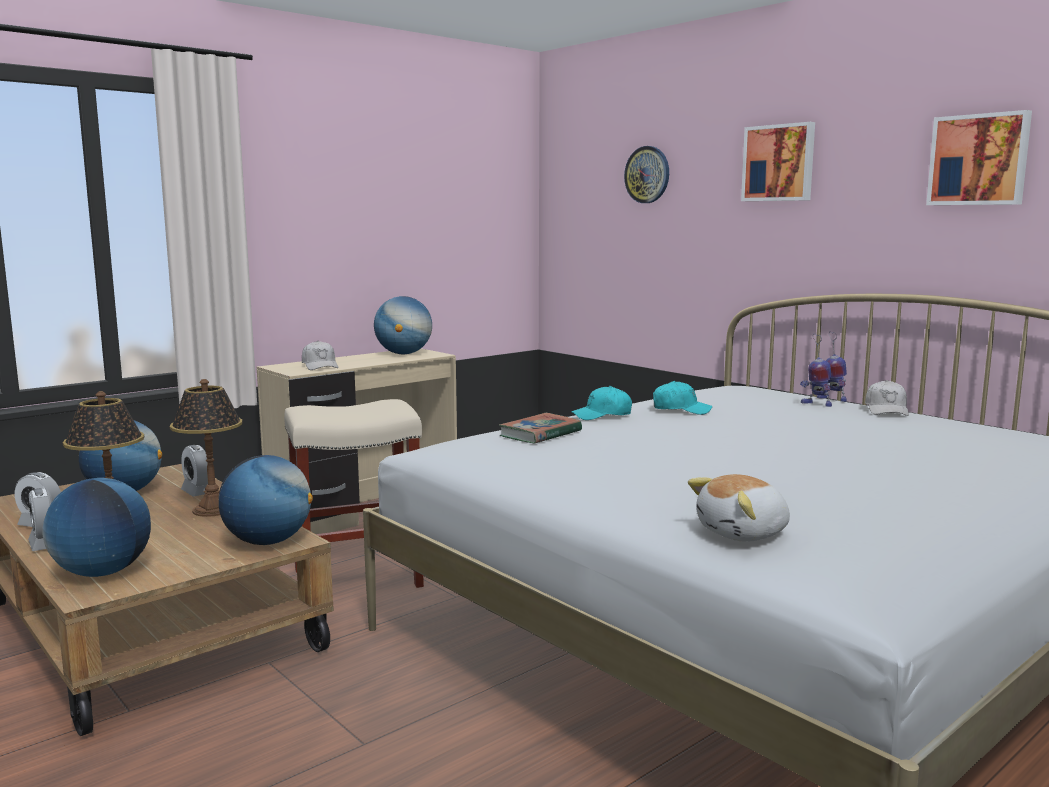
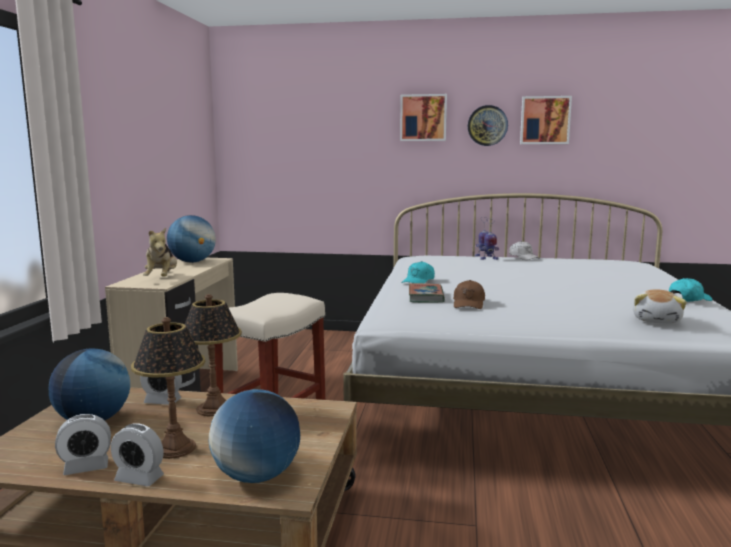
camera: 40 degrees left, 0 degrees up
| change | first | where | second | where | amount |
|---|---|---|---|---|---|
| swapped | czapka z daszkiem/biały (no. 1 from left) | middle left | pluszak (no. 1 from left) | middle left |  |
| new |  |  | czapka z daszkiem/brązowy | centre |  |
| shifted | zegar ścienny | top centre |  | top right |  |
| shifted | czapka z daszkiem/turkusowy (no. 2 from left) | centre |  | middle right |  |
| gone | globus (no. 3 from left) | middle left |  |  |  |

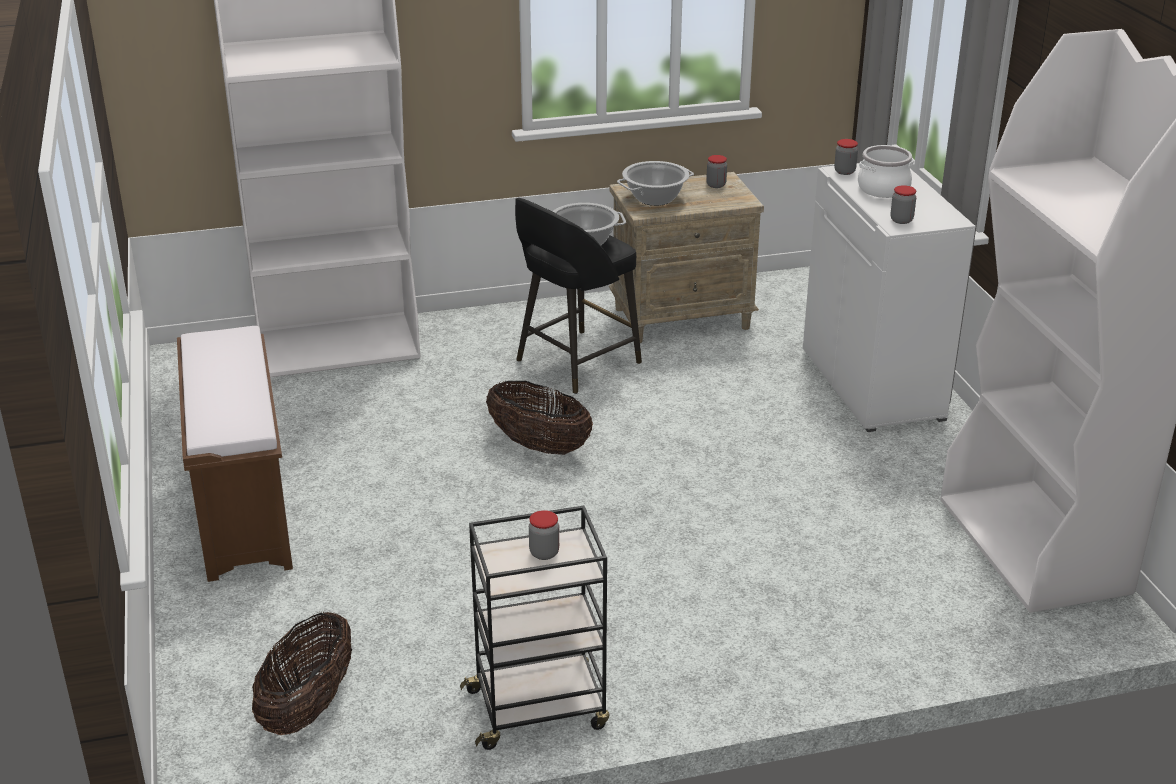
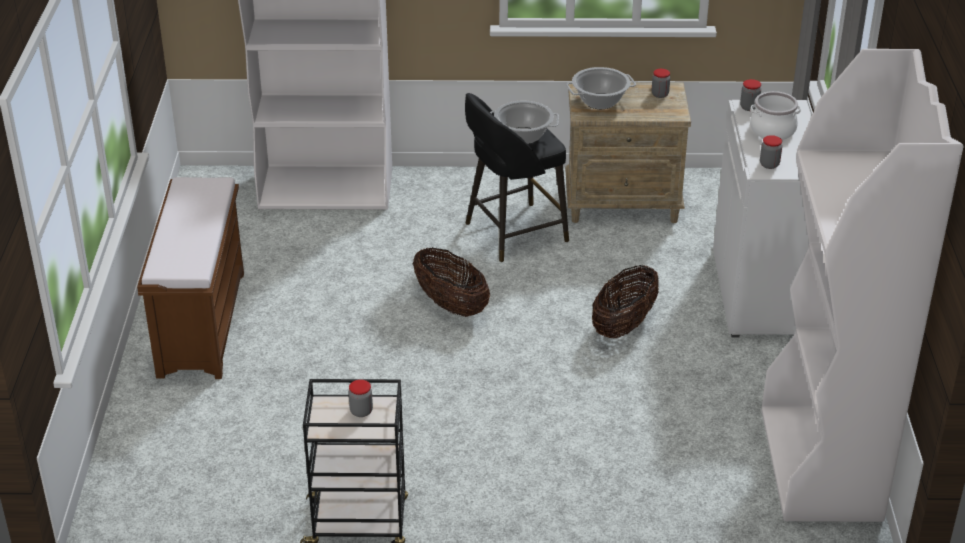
camera: 15 degrees right, 5 degrees up
| change | first | where | second | where | amount |
|---|---|---|---|---|---|
| shifted | koszyk (no. 1 from left in the first image) | bottom left | koszyk (no. 2 from left) | centre |  |

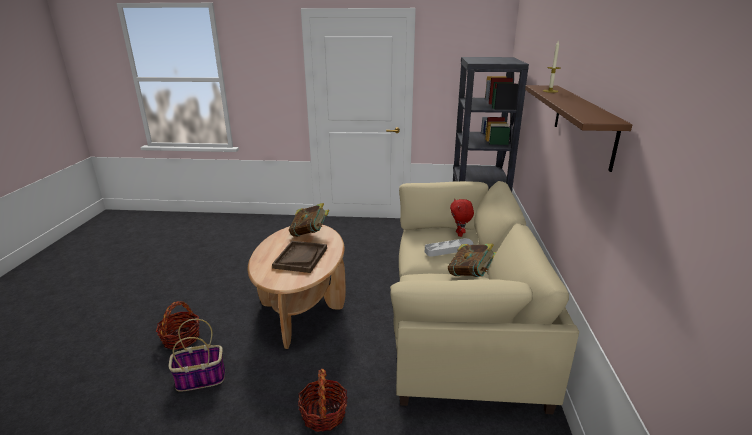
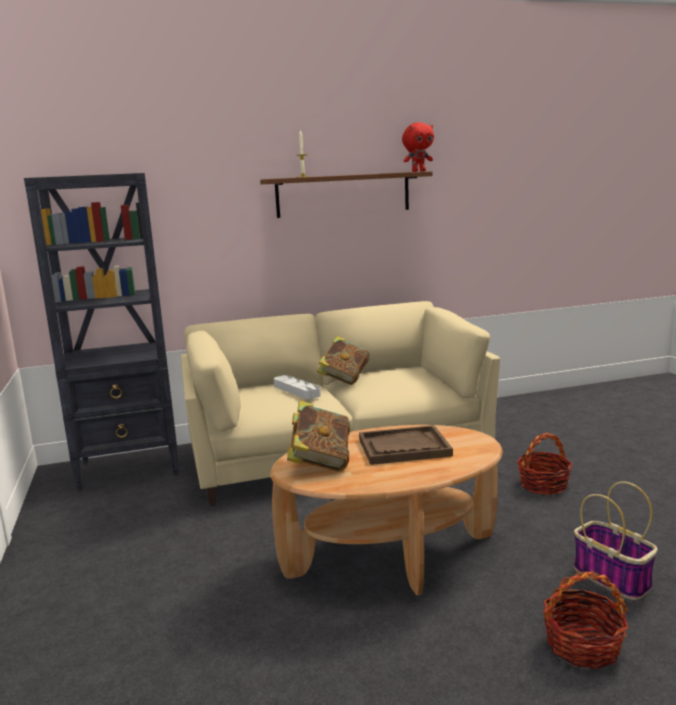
camera: 110 degrees left, 10 degrees down
| change | first | where | second | where | amount |
|---|---|---|---|---|---|
| shifted | pluszak/czerwony | centre |  | top centre |  |

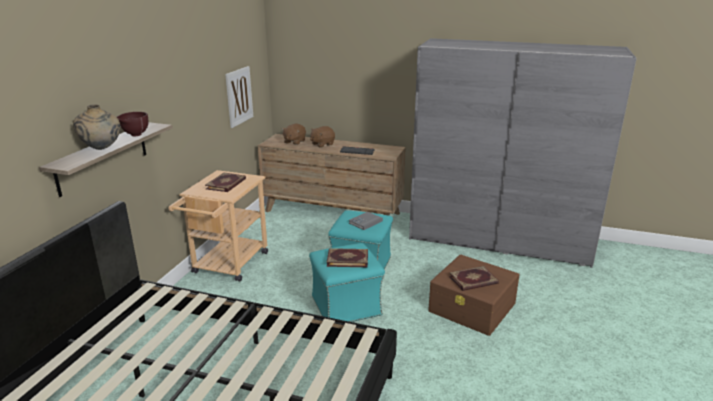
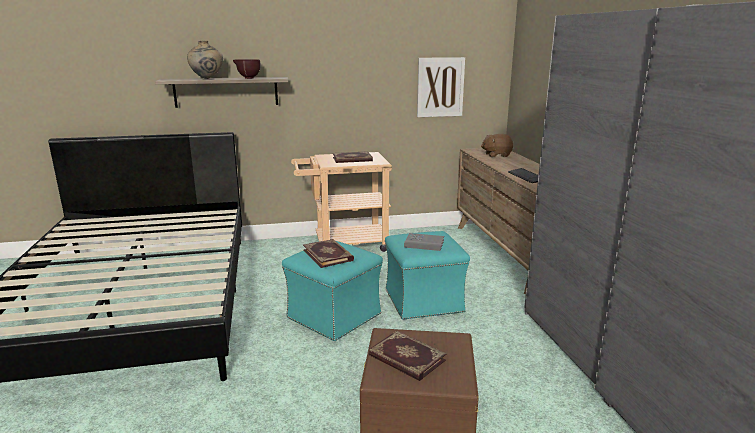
camera: 60 degrees right, 5 degrees down
| change | first | where | second | where | amount |
|---|---|---|---|---|---|
| gone | pluszak/brązowy (no. 2 from left) | centre |  |  |  |

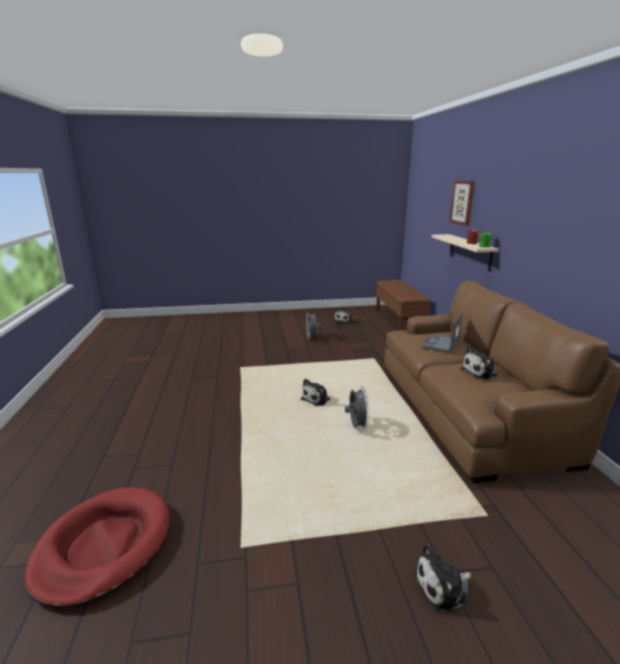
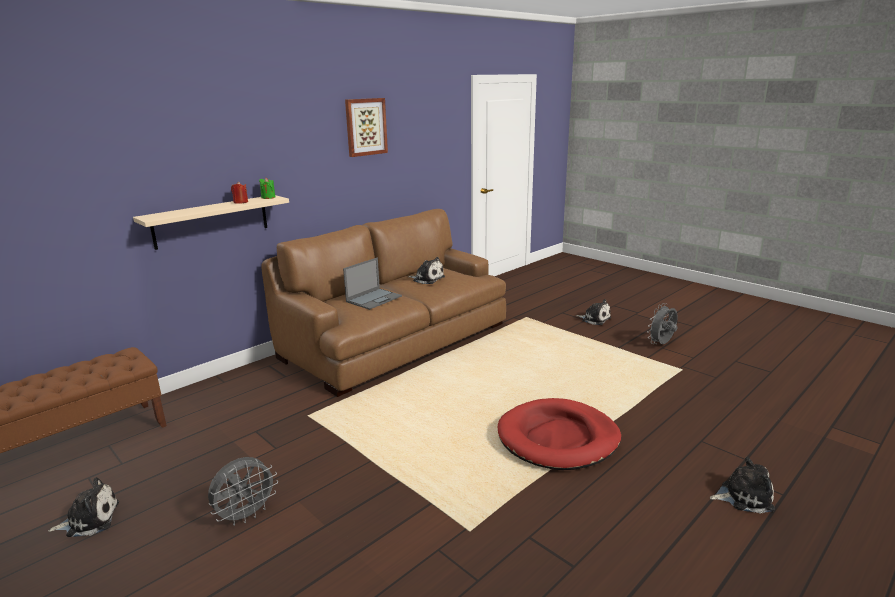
camera: 125 degrees left, 0 degrees up
| change | first | where | second | where | amount |
|---|---|---|---|---|---|
| rotated | laptop | middle right |  | centre | 45 degrees counterclockwise |
| shifted | obraz | top right |  | top centre |  |
| shifted | legowisko/czerwony | bottom left |  | bottom centre |  |
| shifted | wentylator/szary (no. 2 from left) | centre |  | middle right |  |
| shifted | pluszak (no. 1 from left in the first image) | centre | pluszak (no. 4 from left) | bottom right |  |

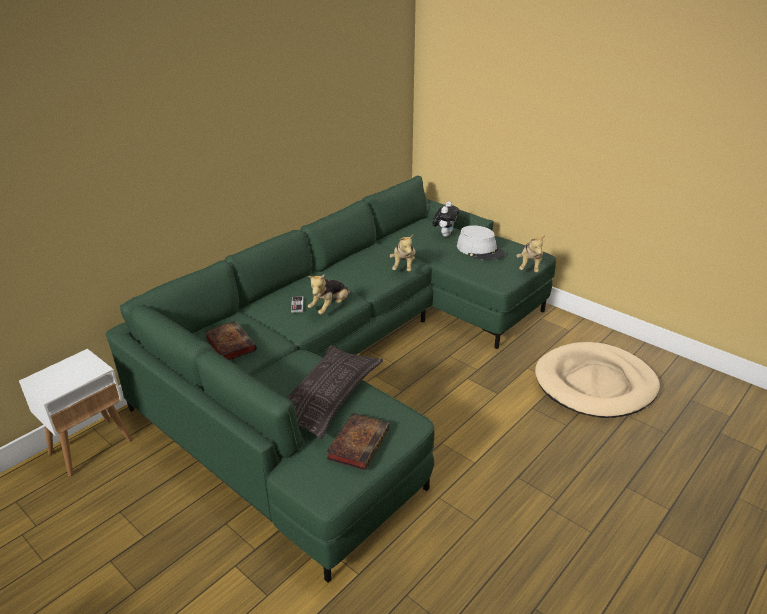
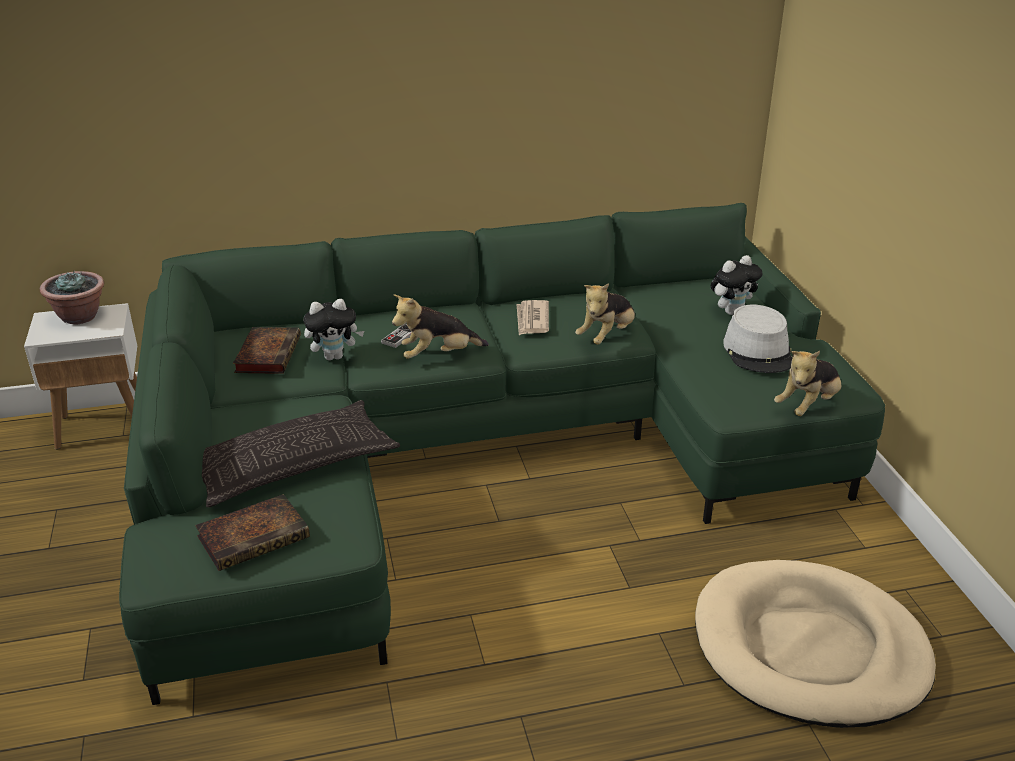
camera: 35 degrees right, 0 degrees up
| change | first | where | second | where | amount |
|---|---|---|---|---|---|
| new |  |  | roślina doniczkowa | middle left |  |
| new |  |  | pluszak (no. 1 from left) | middle left |  |
| new |  |  | gazeta | centre |  |

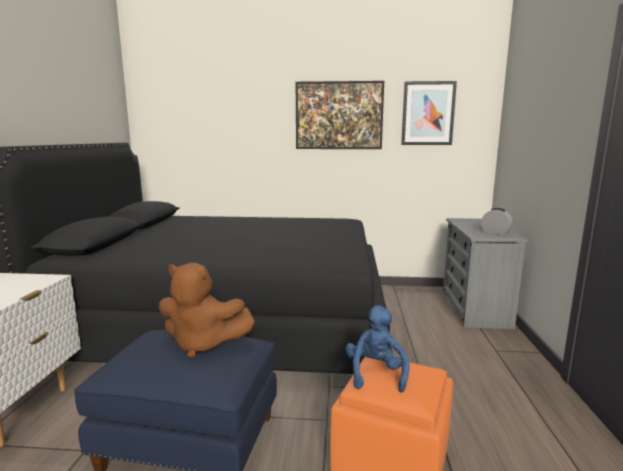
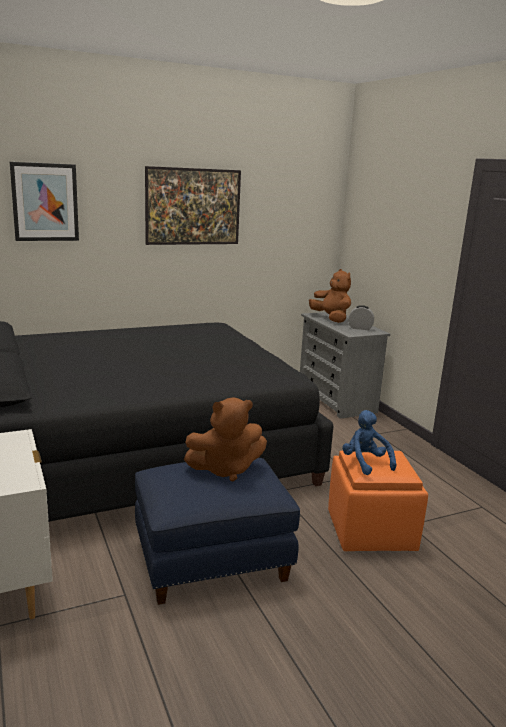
camera: 30 degrees left, 5 degrees up
| change | first | where | second | where | amount |
|---|---|---|---|---|---|
| shifted | obraz (no. 2 from left in the first image) | top right | obraz (no. 1 from left) | top left |  |
| new |  |  | pluszak/brązowy (no. 2 from left) | centre |  |

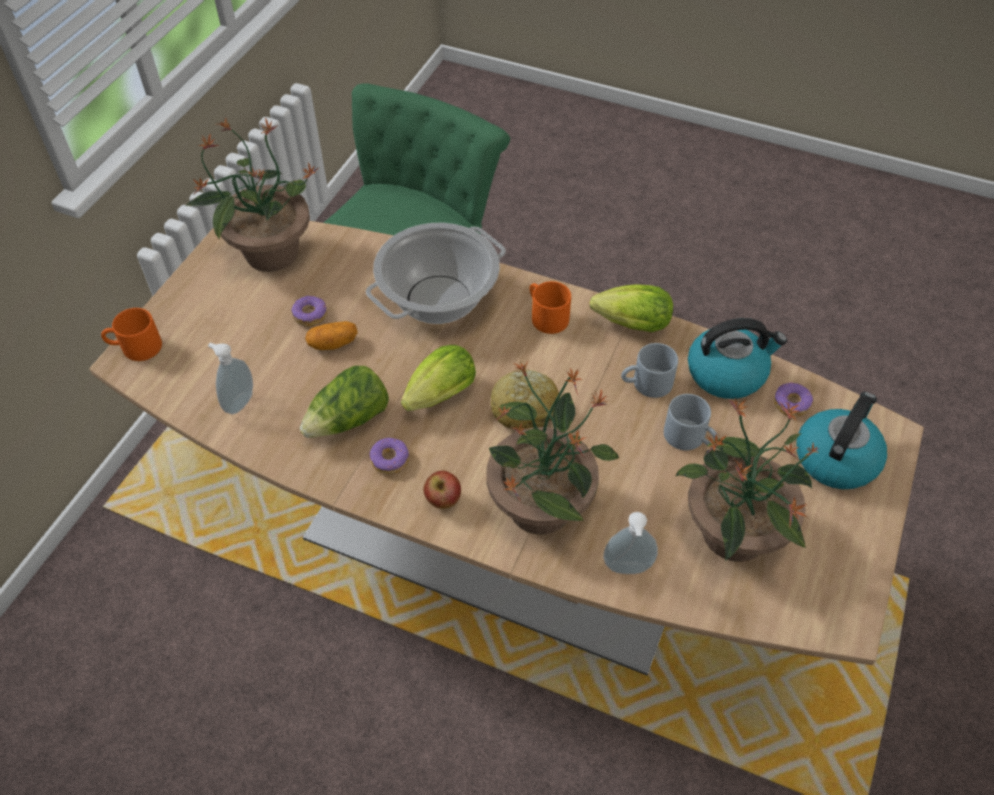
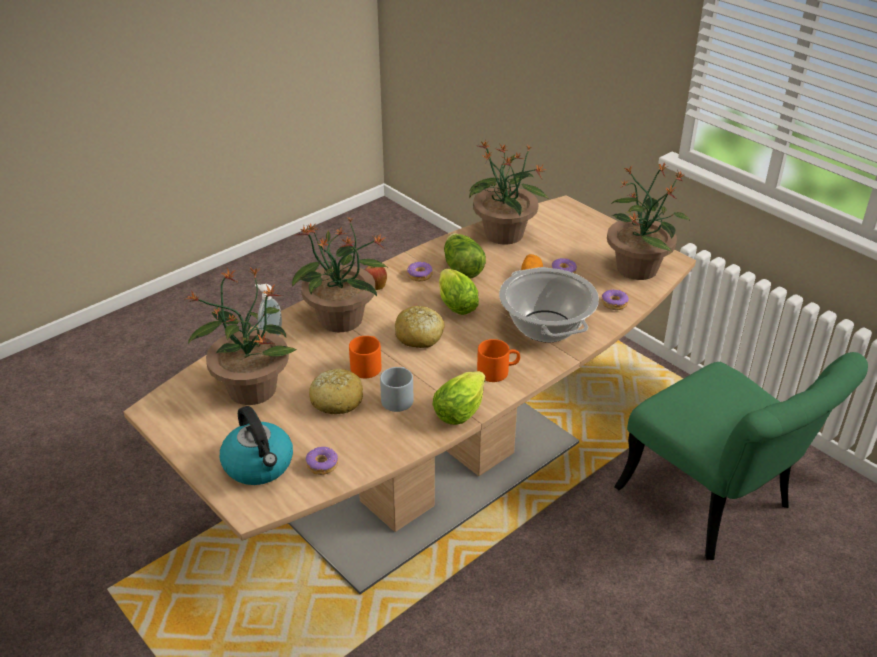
camera: 115 degrees right, 15 degrees down
| change | first | where | second | where | amount |
|---|---|---|---|---|---|
| swapped | kubek/szary (no. 2 from left) | middle right | chleb (no. 1 from left) | centre |  |
| shifted | kubek/pomarańczowy (no. 1 from left) | middle left |  | centre |  |
| swapped | dozownik mydła (no. 1 from left) | middle left | roślina doniczkowa (no. 3 from left) | top centre |  |
| new |  |  | donut (no. 4 from left) | middle right |  |
| gone | czajnik (no. 1 from left) | middle right |  |  |  |

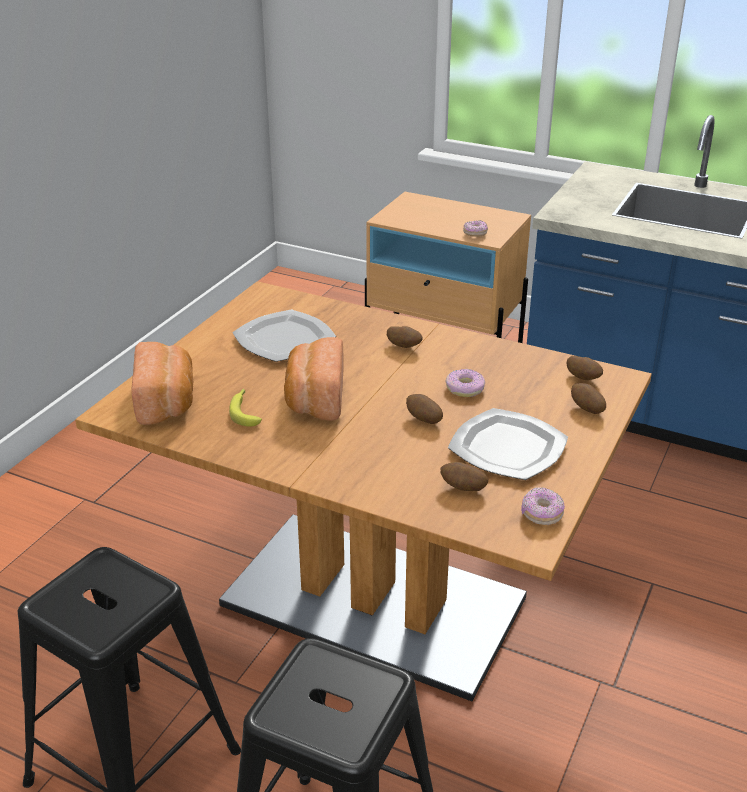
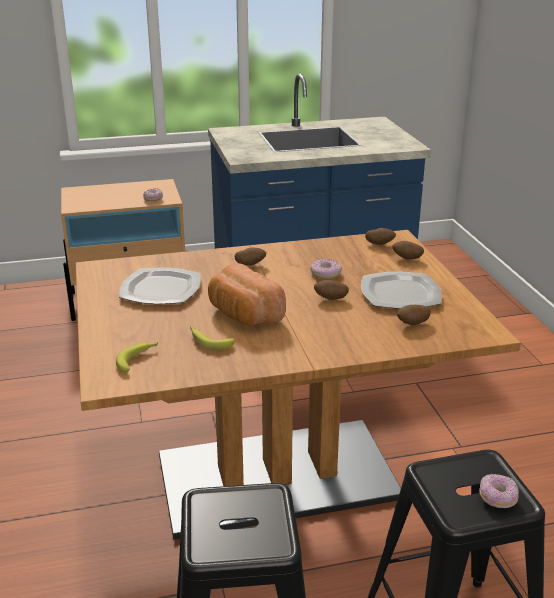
camera: 40 degrees left, 5 degrees down
| change | first | where | second | where | amount |
|---|---|---|---|---|---|
| swapped | chleb (no. 1 from left) | middle left | banan (no. 1 from left) | middle left |  |
| shifted | donut (no. 3 from left) | middle right |  | bottom right |  |

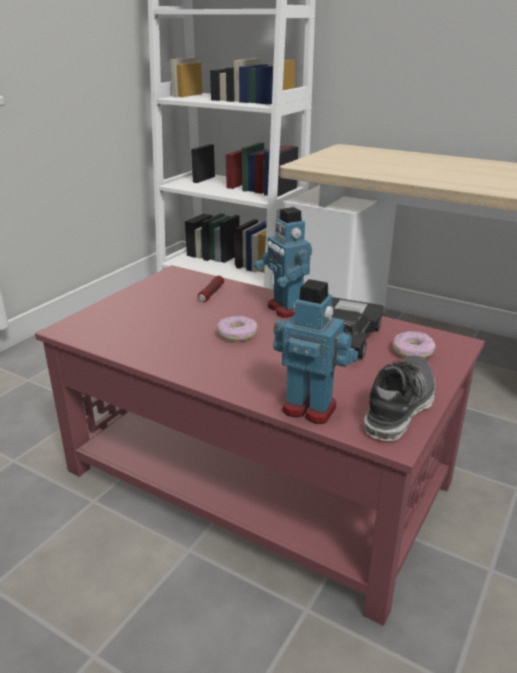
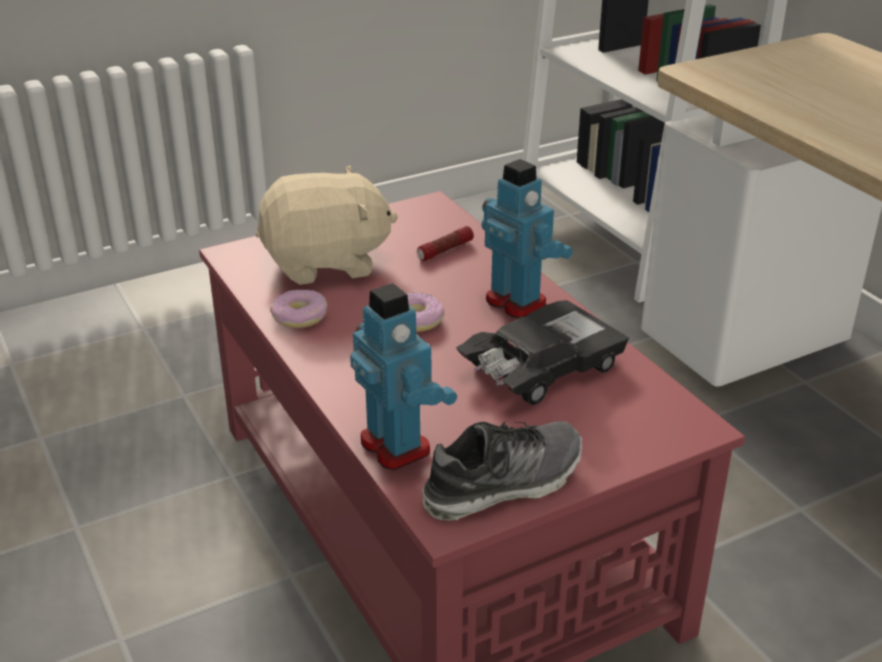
camera: 30 degrees right, 5 degrees up
| change | first | where | second | where | amount |
|---|---|---|---|---|---|
| new |  |  | pluszak/beżowy | centre |  |
| shifted | donut (no. 2 from left in the first image) | middle right | donut (no. 1 from left) | centre |  |
| rotated | robot zabawkowy (no. 1 from left in the first image) | centre | robot zabawkowy (no. 2 from left) | centre | 135 degrees clockwise |

